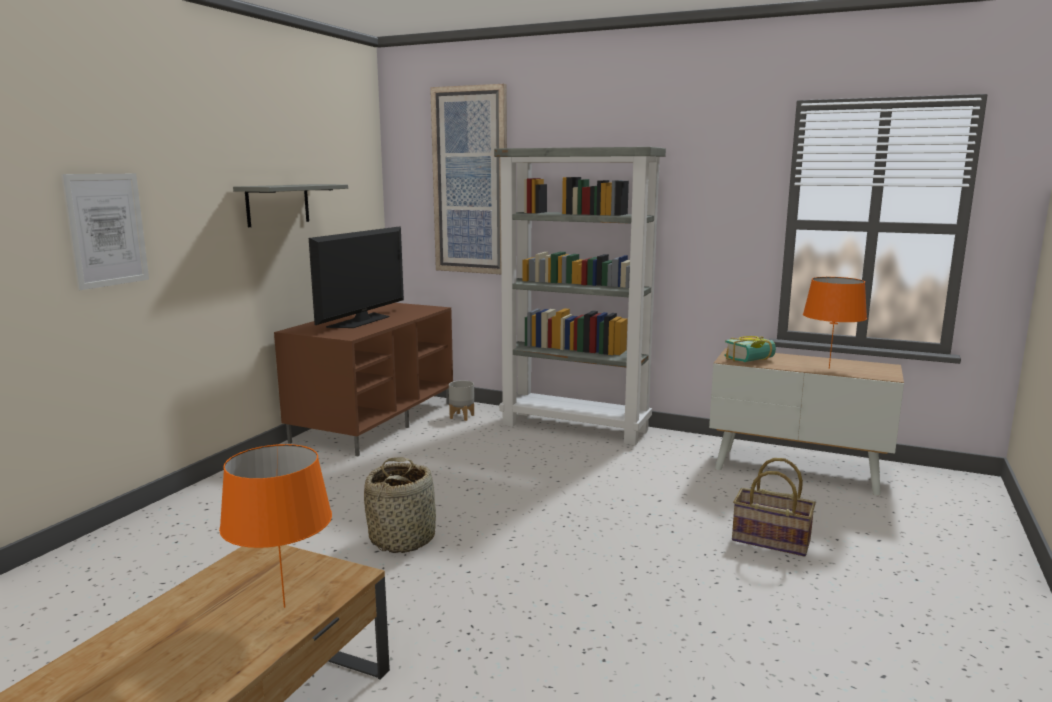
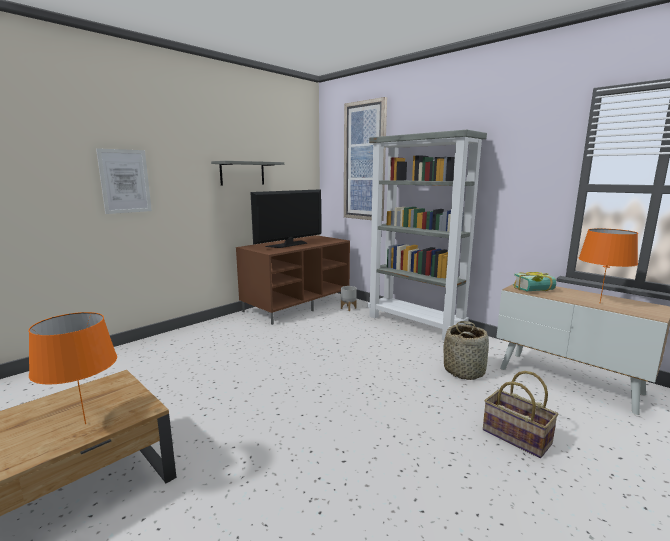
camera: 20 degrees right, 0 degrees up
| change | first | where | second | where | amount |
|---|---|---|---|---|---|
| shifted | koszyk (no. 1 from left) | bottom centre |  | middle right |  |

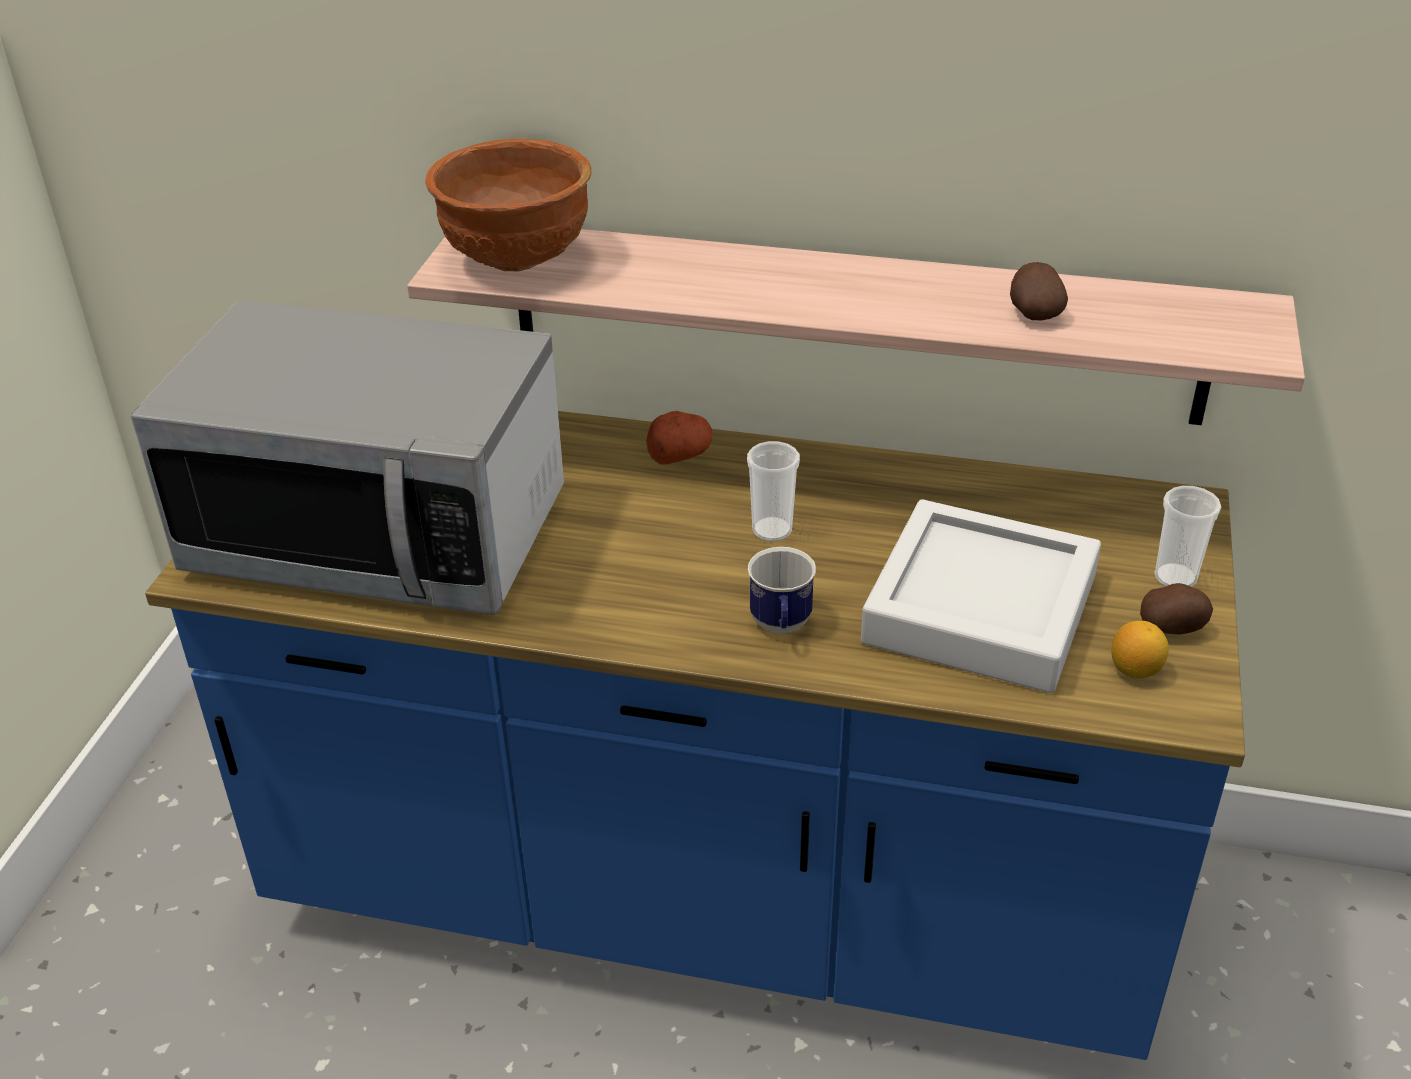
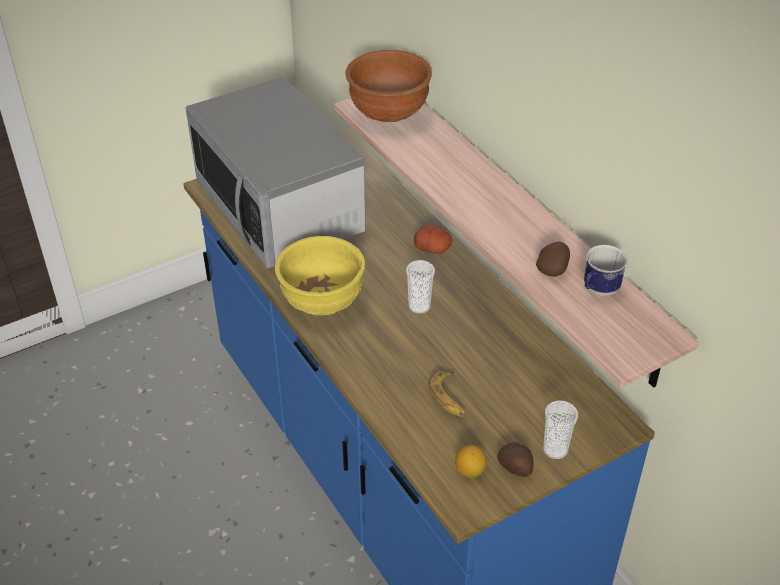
camera: 45 degrees right, 5 degrees up
| change | first | where | second | where | amount |
|---|---|---|---|---|---|
| new |  |  | miska/żółty | centre |  |
| swapped | taca/szary | middle right | banan | bottom centre |  |
| shifted | kubek | centre |  | middle right |  |

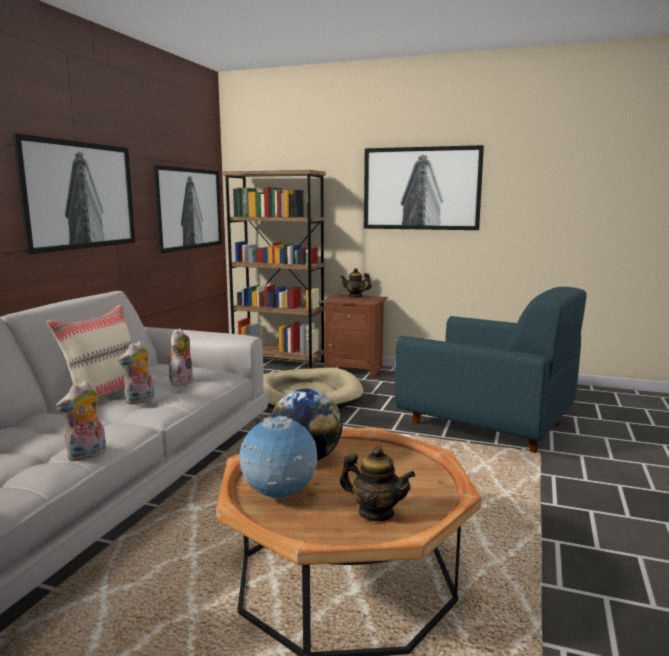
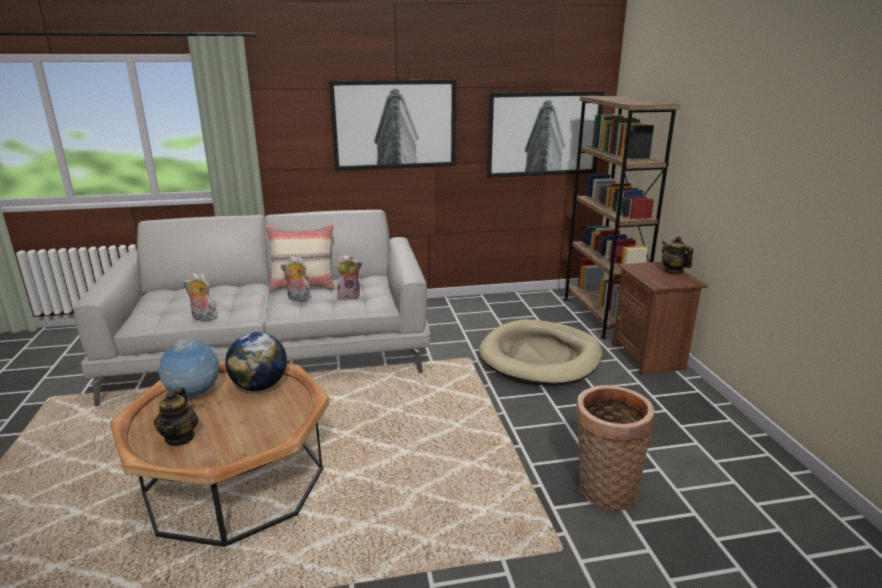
camera: 60 degrees right, 10 degrees up
| change | first | where | second | where | amount |
|---|---|---|---|---|---|
| swapped | fotel/niebieski | middle right | koszyk | bottom right |  |
| gone | obraz (no. 3 from left) | top centre |  |  |  |

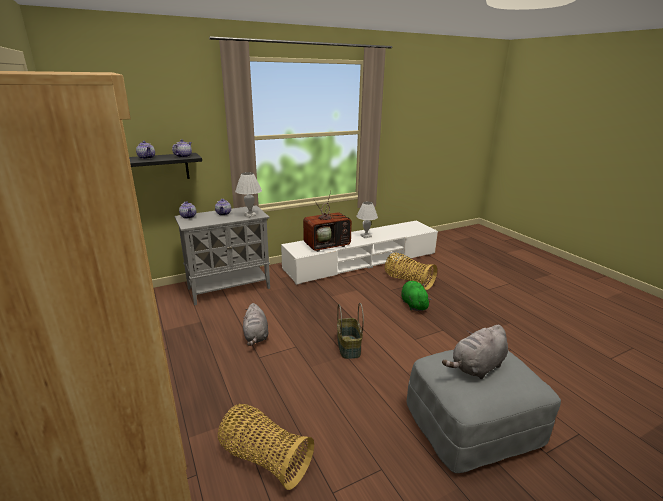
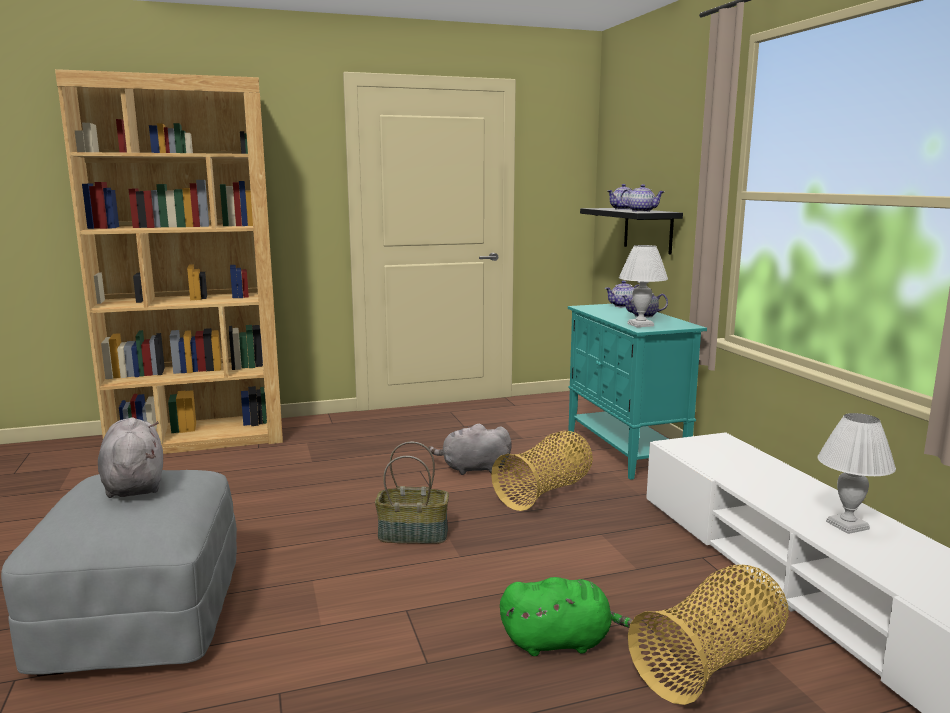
camera: 100 degrees right, 10 degrees down
| change | first | where | second | where | amount |
|---|---|---|---|---|---|
| shifted | koszyk (no. 1 from left in the first image) | bottom centre | koszyk (no. 2 from left) | centre |  |
| repainted | szafka/szary | centre | szafka/turkusowy | middle right |  |
| gone | telewizor | centre |  |  |  |

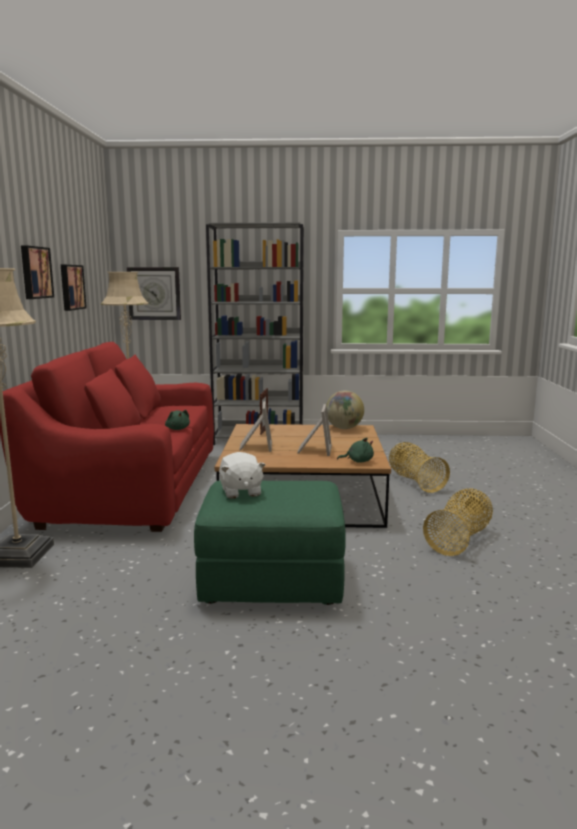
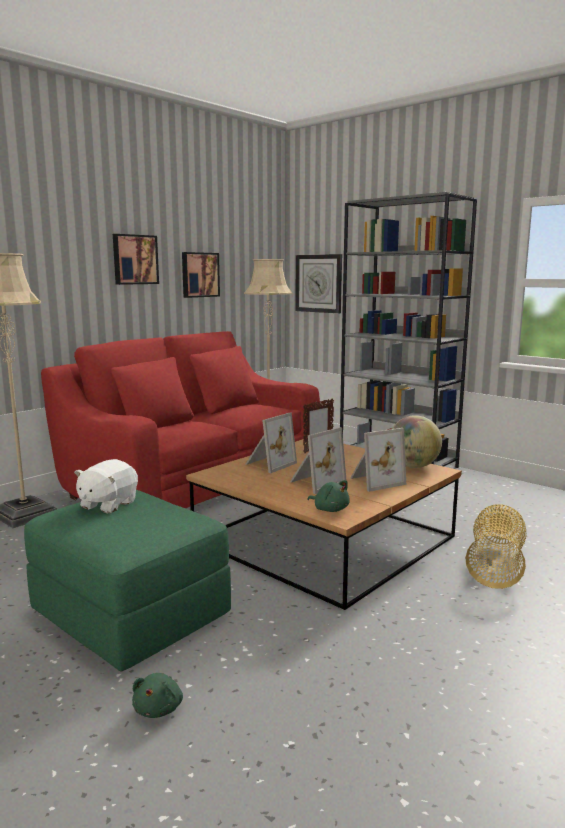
camera: 40 degrees right, 0 degrees up
| change | first | where | second | where | amount |
|---|---|---|---|---|---|
| shifted | pluszak/zielony (no. 1 from left) | middle left |  | bottom left |  |
| new |  |  | ramka na zdjęcie (no. 4 from left) | middle right |  |
| gone | koszyk (no. 2 from left) | middle right |  |  |  |

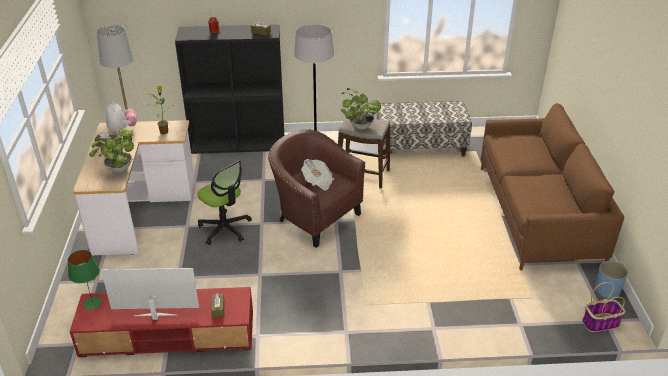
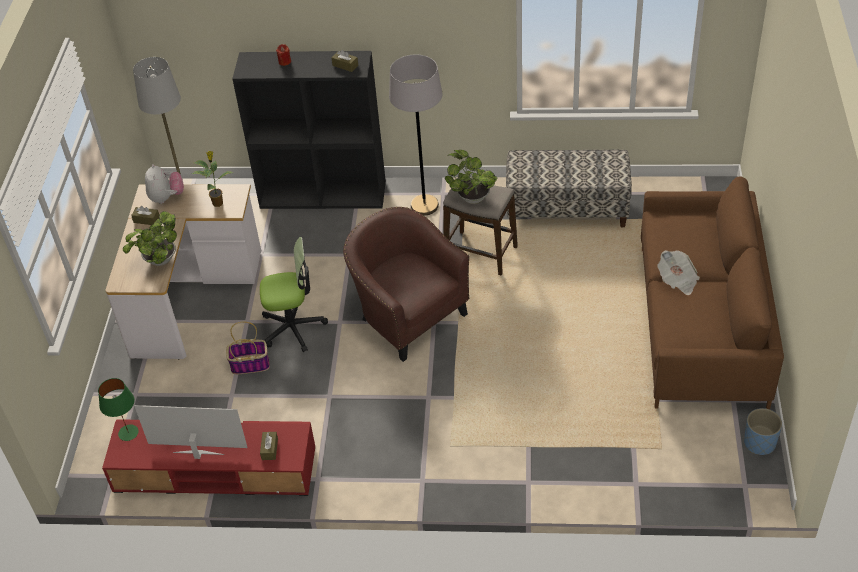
camera: 10 degrees right, 10 degrees up
| change | first | where | second | where | amount |
|---|---|---|---|---|---|
| shifted | koszyk | bottom right |  | middle left |  |
| rotated | krzesło biurowe | centre |  | centre | 60 degrees counterclockwise |
| shifted | gazeta | centre |  | middle right |  |

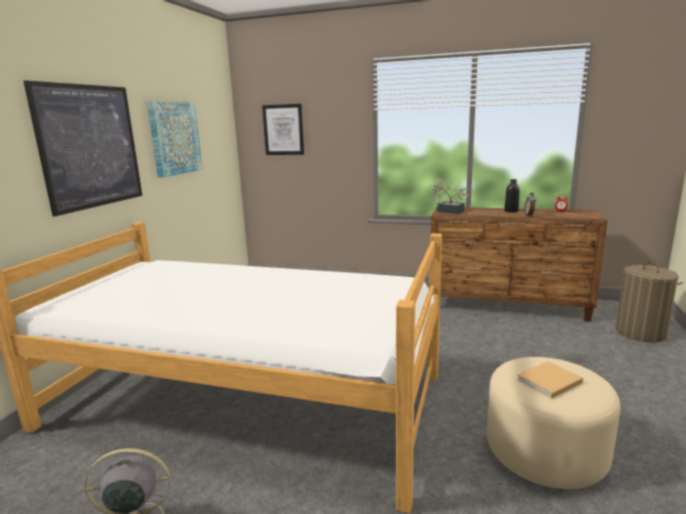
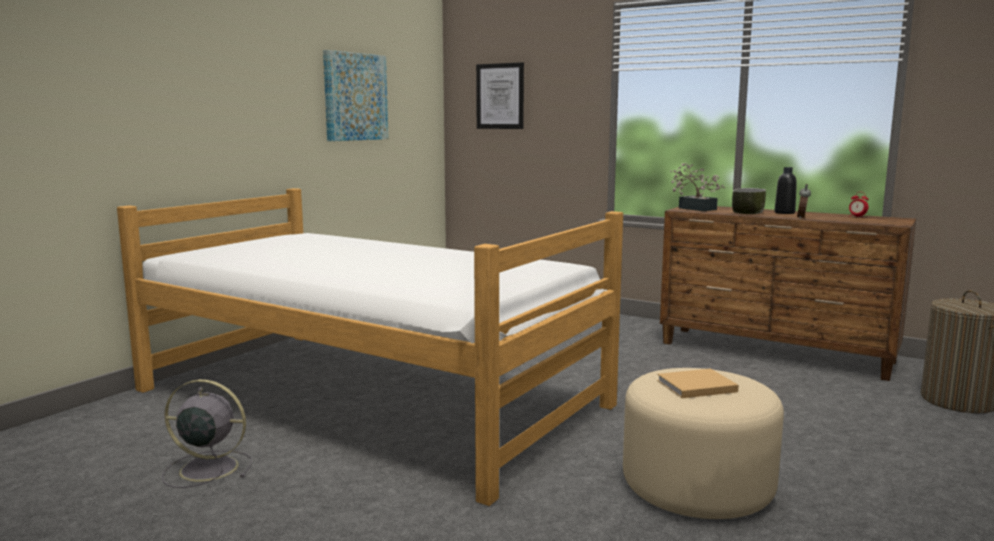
camera: 15 degrees right, 5 degrees down
| change | first | where | second | where | amount |
|---|---|---|---|---|---|
| new |  |  | miska | middle right |  |
| gone | obraz (no. 1 from left) | top left |  |  |  |

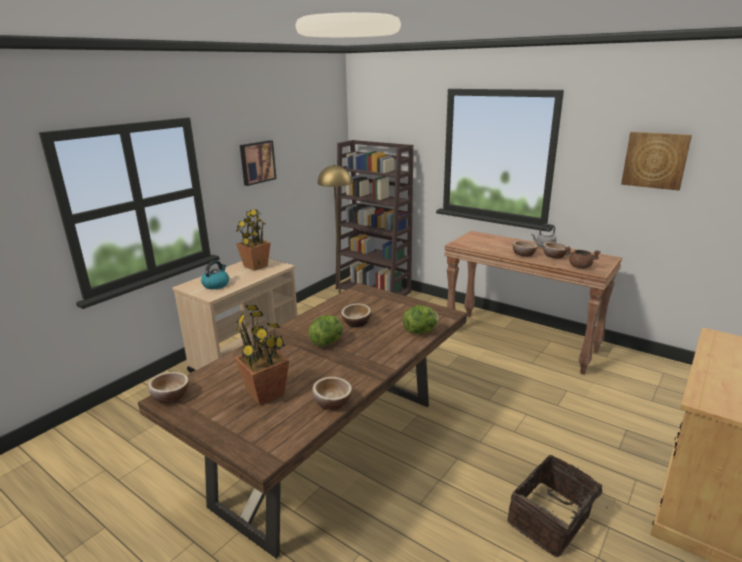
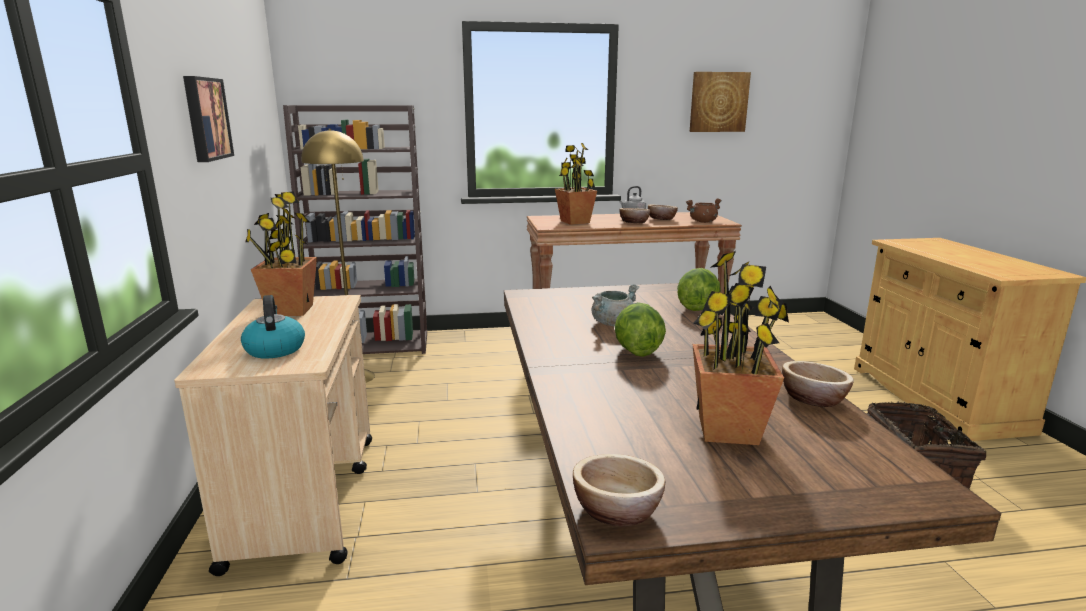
camera: 45 degrees left, 5 degrees down
| change | first | where | second | where | amount |
|---|---|---|---|---|---|
| new |  |  | roślina doniczkowa (no. 2 from left) | top centre |  |
| swapped | miska (no. 3 from left) | centre | garnek/szary | centre |  |

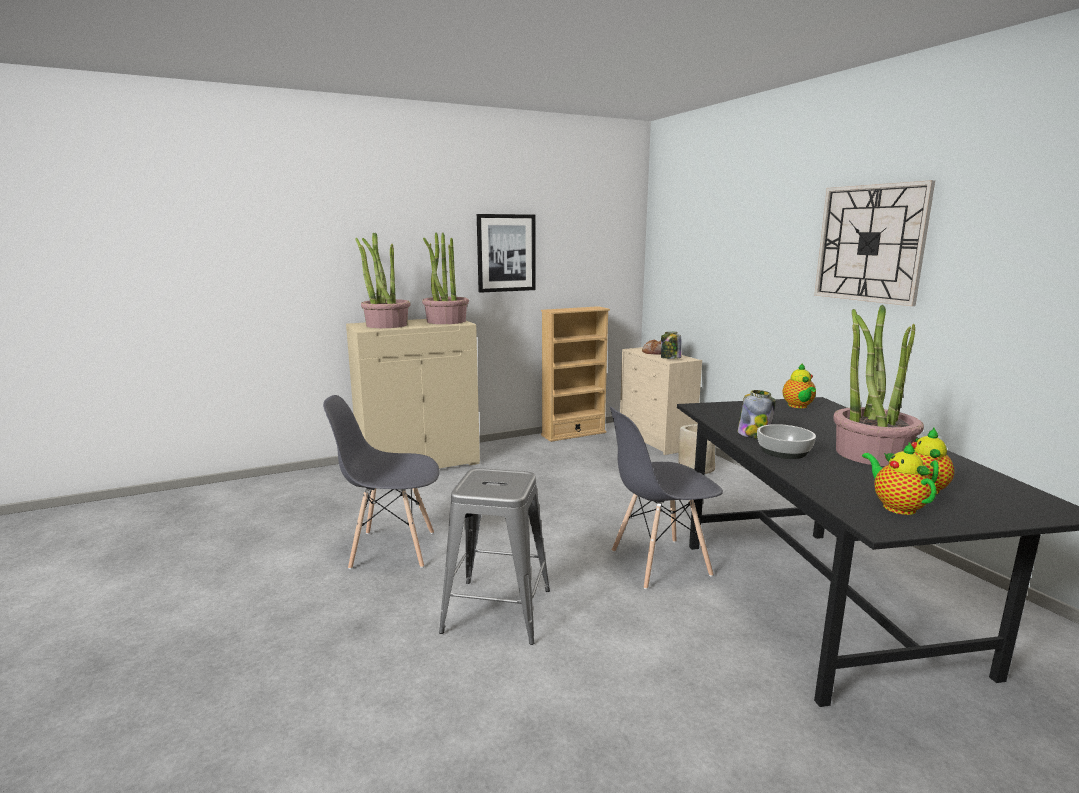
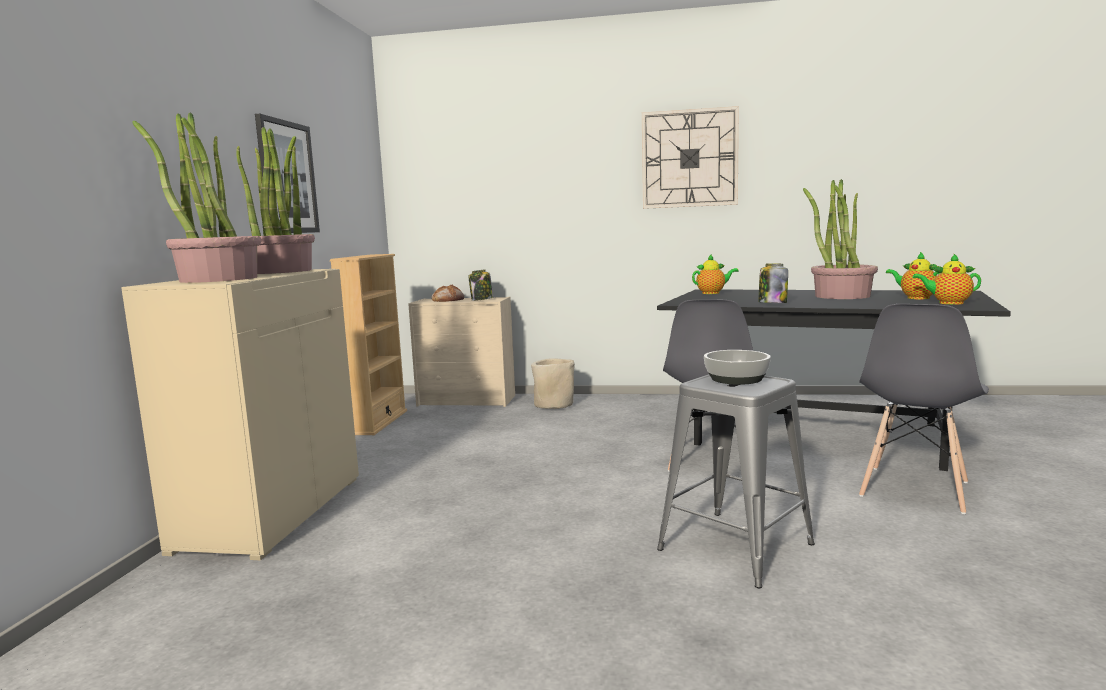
camera: 55 degrees left, 5 degrees down
| change | first | where | second | where | amount |
|---|---|---|---|---|---|
| rotated | imbryk (no. 1 from left) | middle right |  | centre | 45 degrees counterclockwise |
| shifted | miska | middle right |  | centre |  |
| shifted | krzesło/szary (no. 1 from left in the first image) | centre | krzesło/szary (no. 2 from left) | middle right |  |

